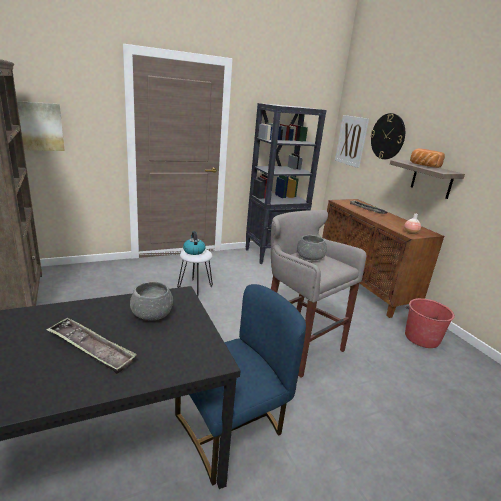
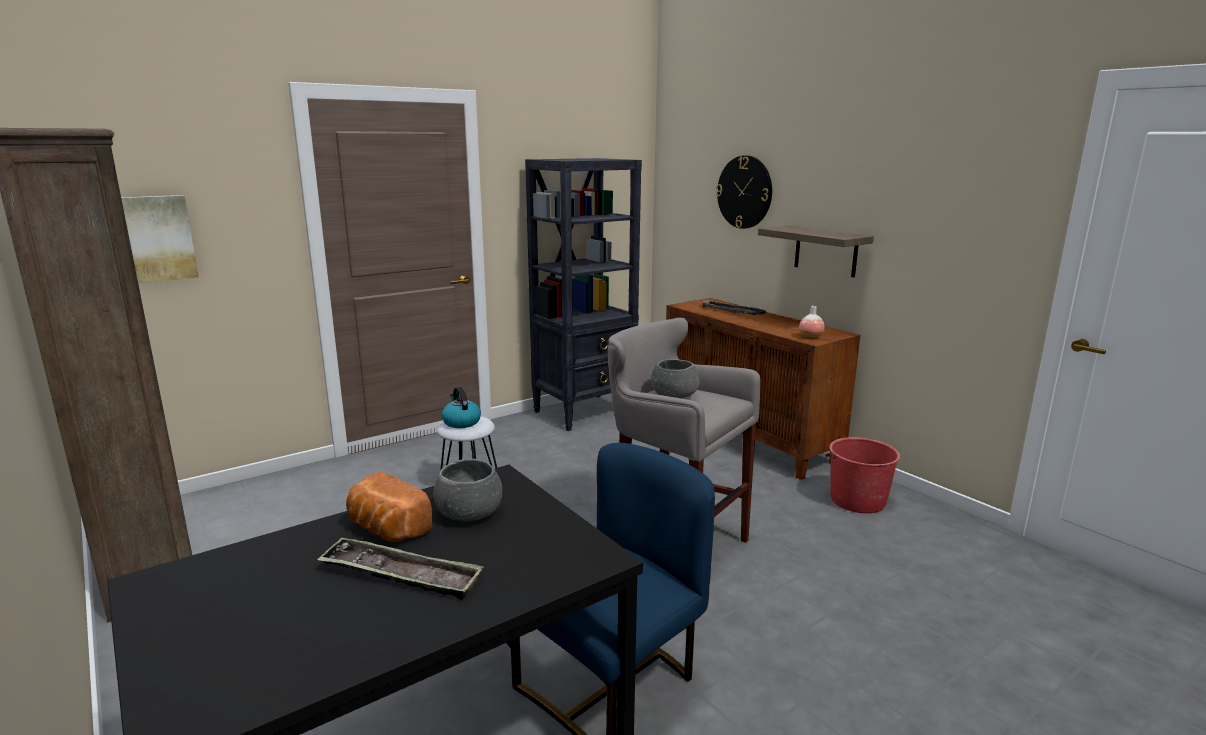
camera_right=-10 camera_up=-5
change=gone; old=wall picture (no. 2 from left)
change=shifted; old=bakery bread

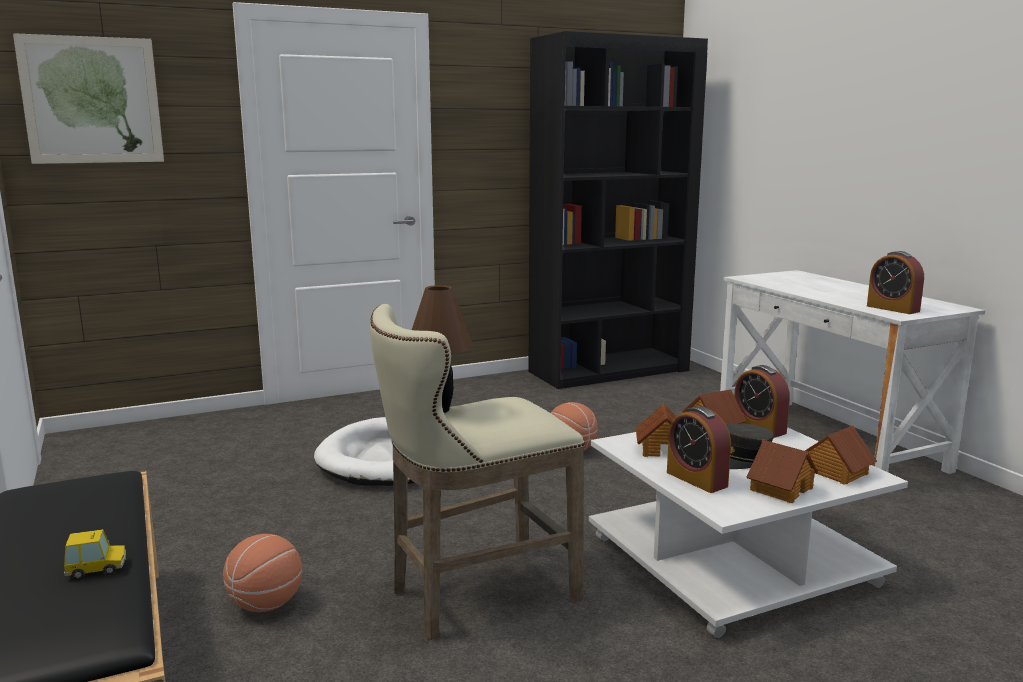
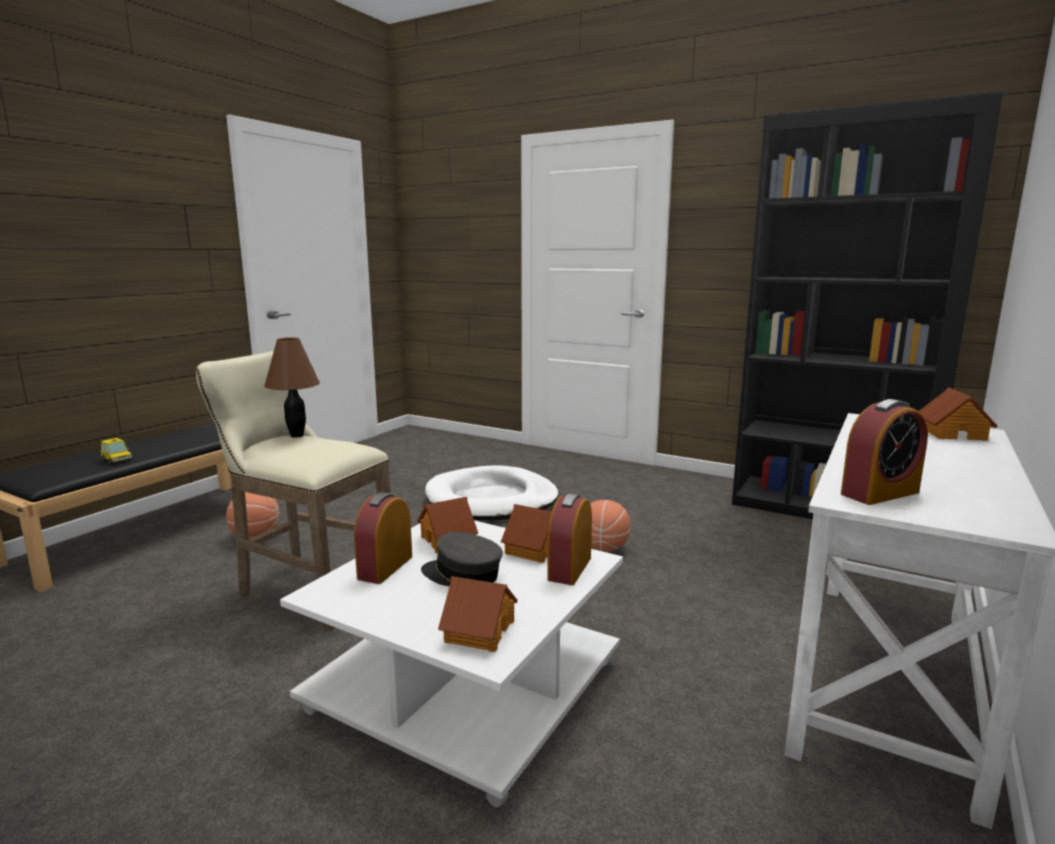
camera_right=55 camera_up=0
change=gone; old=wall picture
change=shifted; old=toy house (no. 3 from left in the first image); new=toy house (no. 4 from left)
change=rotated; old=alarm clock (no. 3 from left); degrees=-135

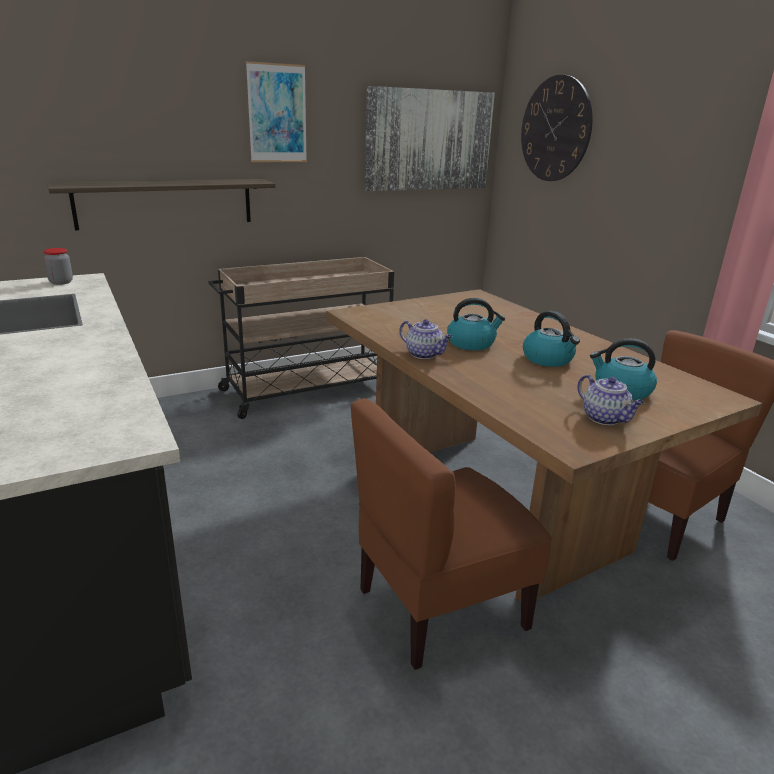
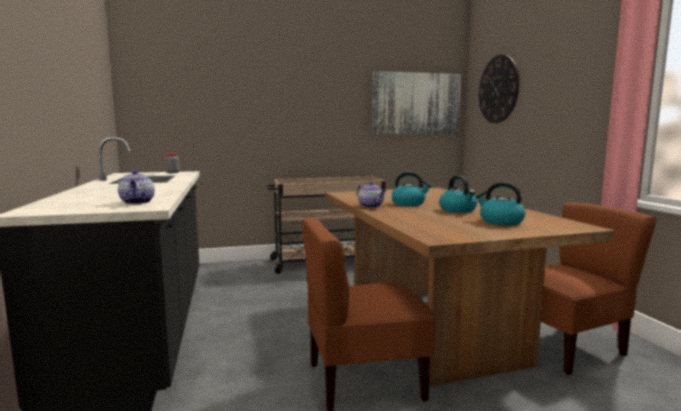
camera_right=15 camera_up=-15
change=gone; old=bracket shelf
change=gone; old=wall picture (no. 1 from left)
change=shifted; old=tea pot (no. 2 from left in the first image); new=tea pot (no. 1 from left)

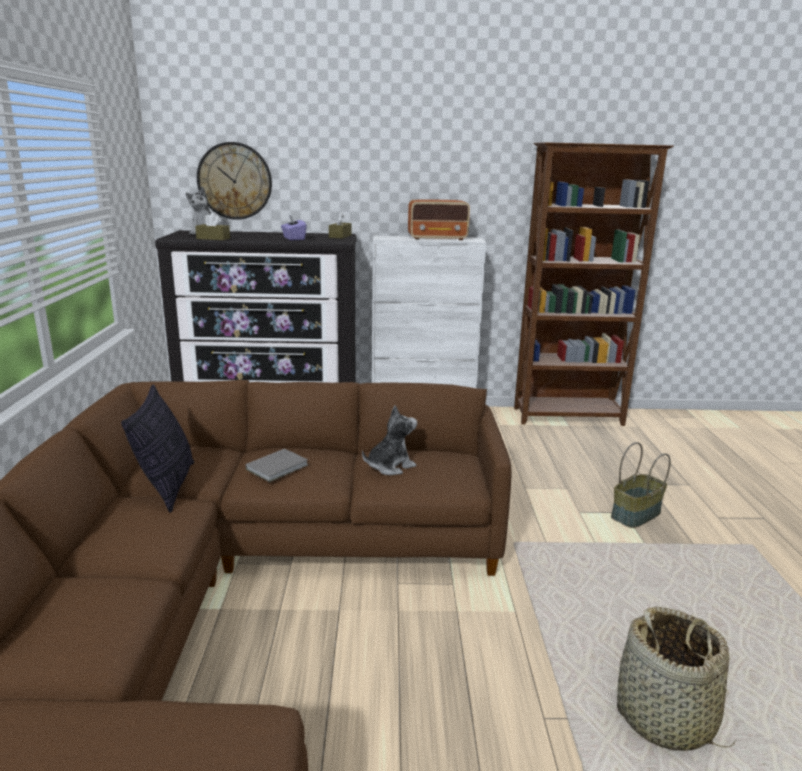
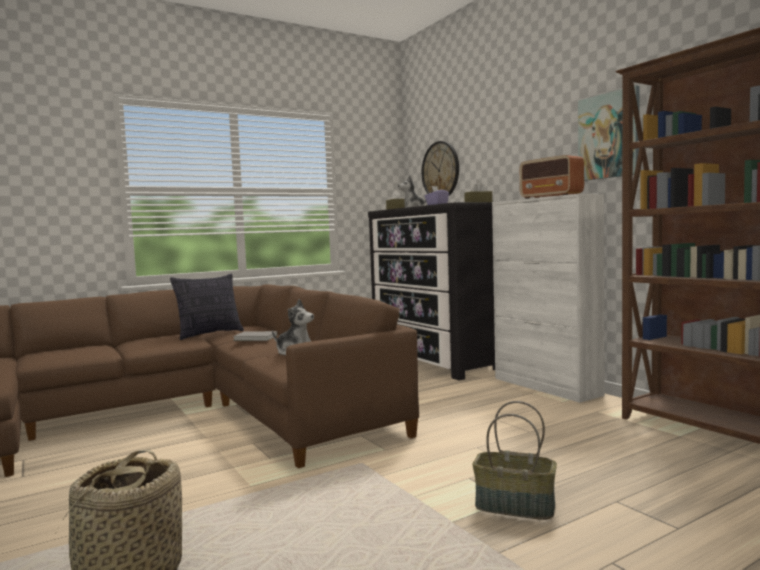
camera_right=60 camera_up=-15
change=new; new=wall picture

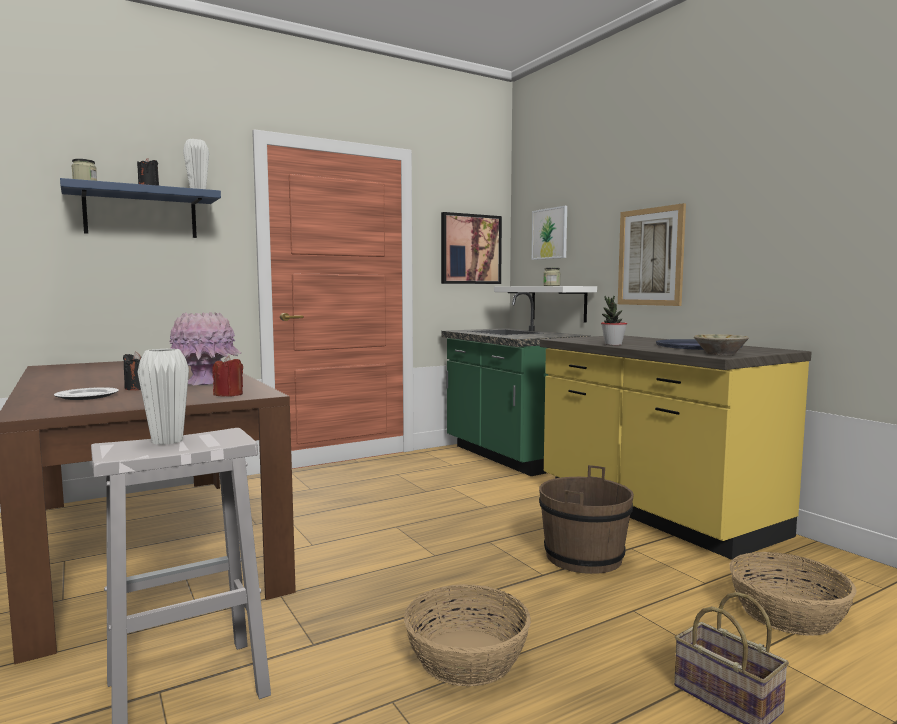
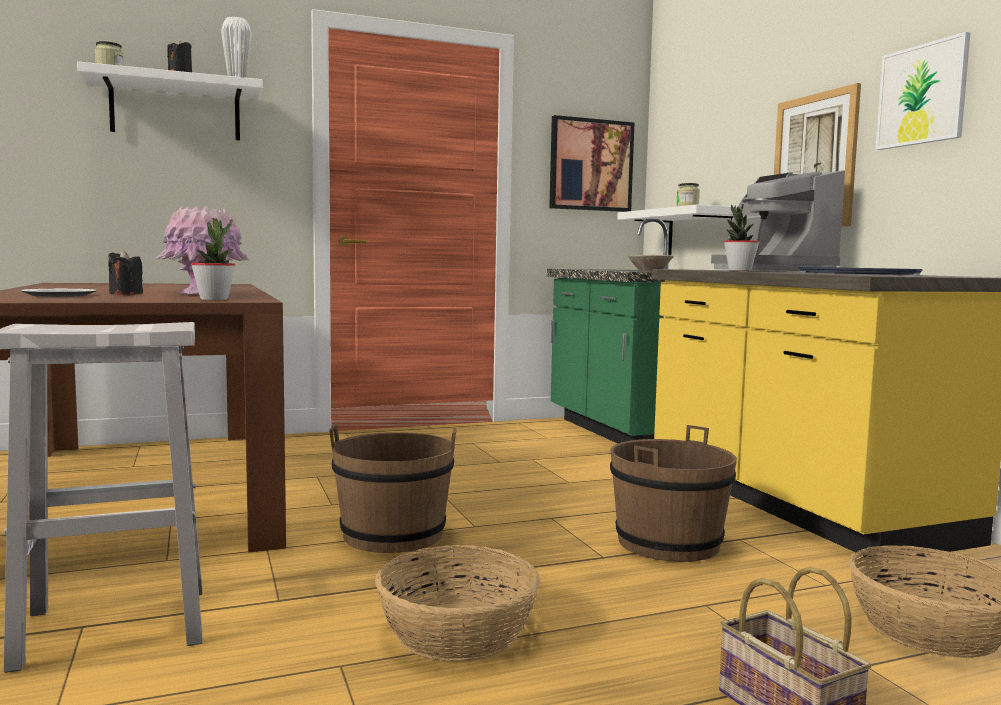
camera_right=10 camera_up=0
change=repainted; old=bracket shelf/blue; new=bracket shelf/white-coloured (no. 1 from left)
change=gone; old=decorative vase/white-coloured (no. 1 from left)
change=swapped; old=wax light/red-coloured; new=plant in a pot (no. 1 from left)
change=shifted; old=wall picture (no. 2 from left in the first image); new=wall picture (no. 3 from left)
change=shifted; old=bowl/beige
change=new; new=water bucket/brown-coloured (no. 1 from left)
change=new; new=coffee brewer

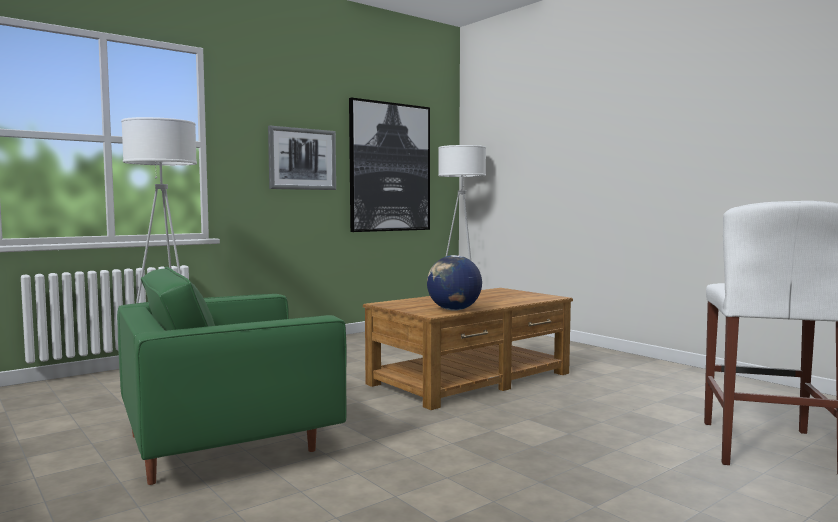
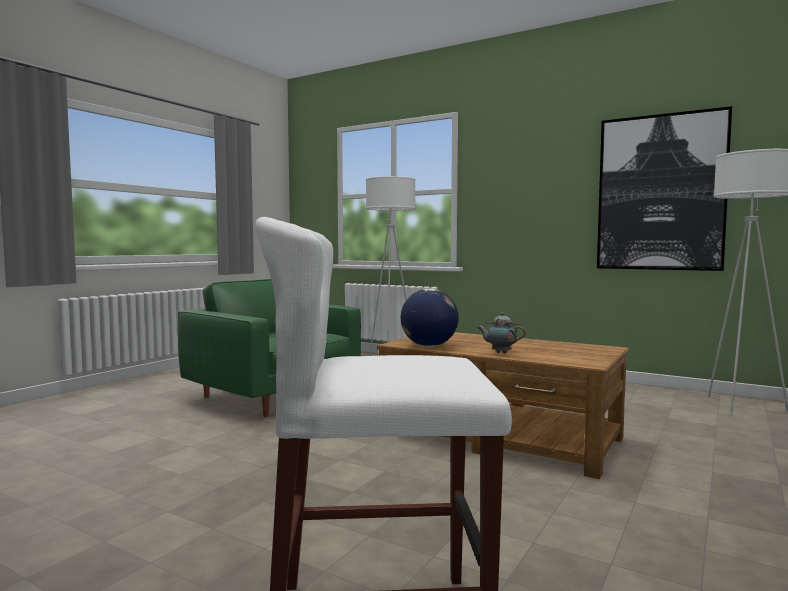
camera_right=70 camera_up=0
change=gone; old=wall picture (no. 1 from left)
change=new; new=tea pot

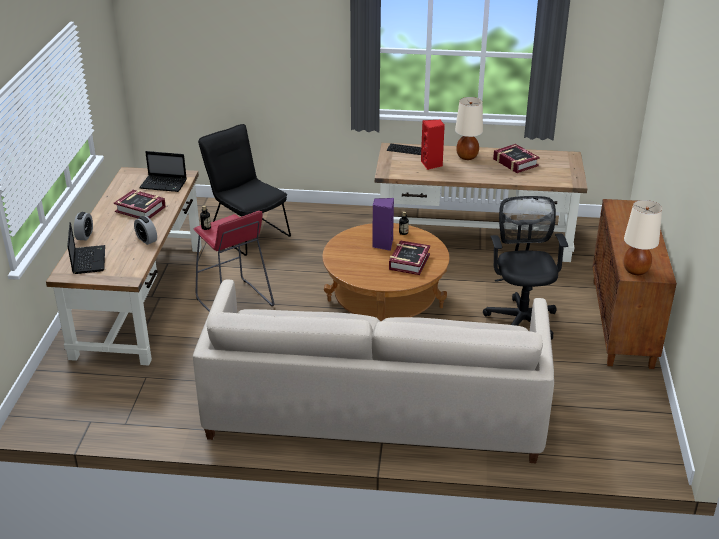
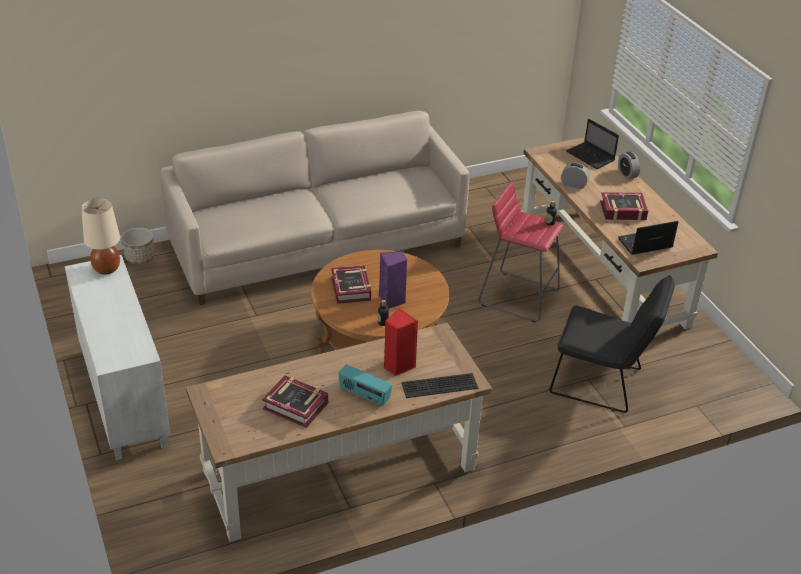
camera_right=150 camera_up=5
change=swapped; old=lamp for a table/beige (no. 1 from left); new=radio
change=gone; old=office chair/black
change=repainted; old=storage cabinet/brown-coloured; new=storage cabinet/white-coloured
change=new; new=plant pot

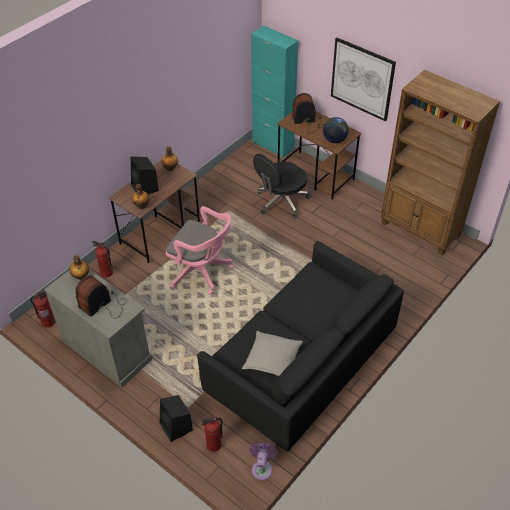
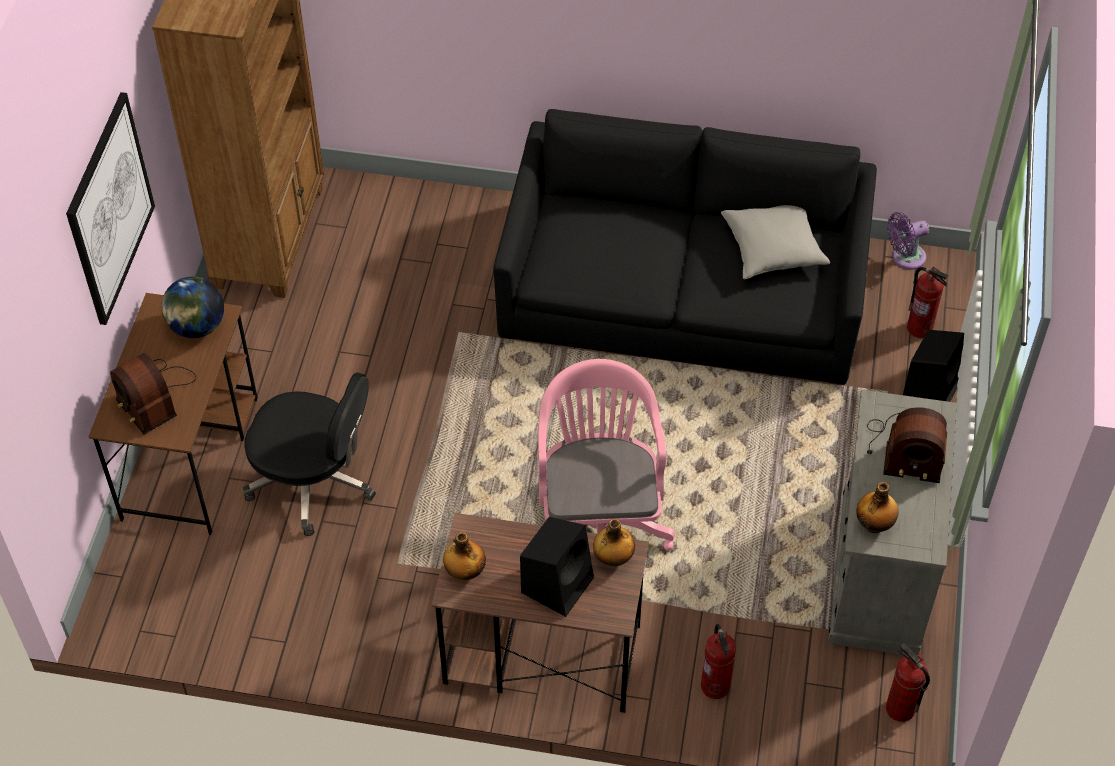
camera_right=-120 camera_up=5
change=gone; old=storage cabinet/turquoise-coloured

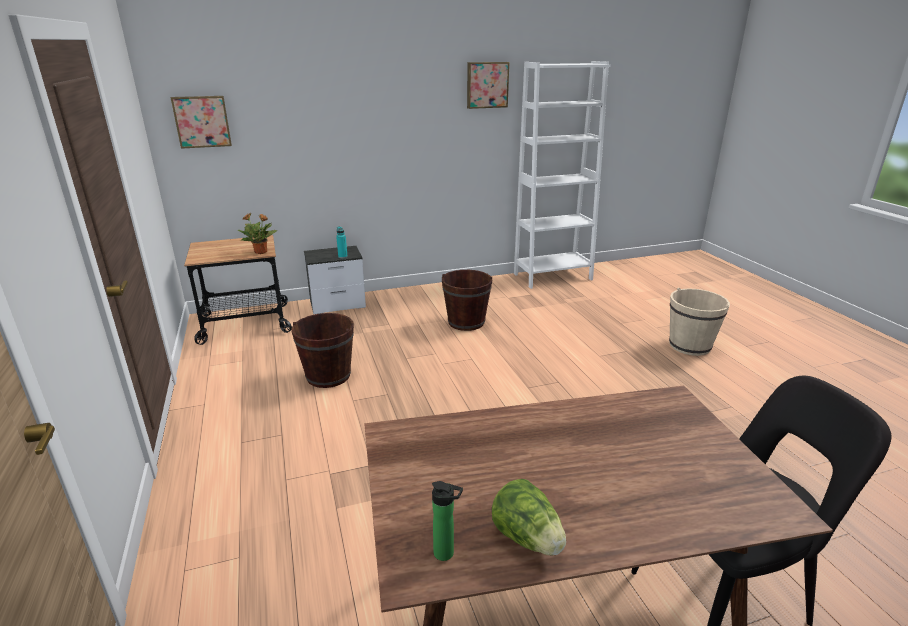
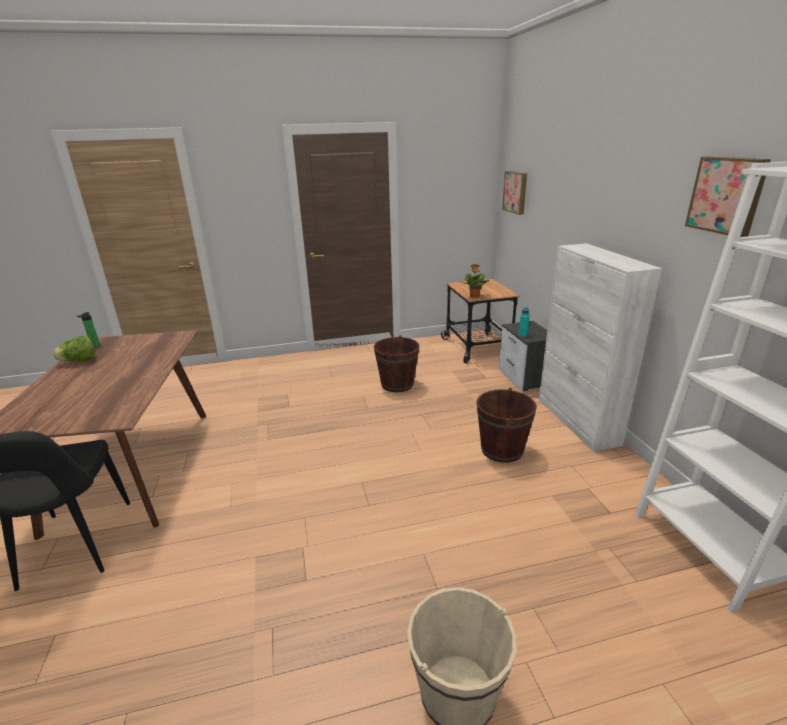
camera_right=95 camera_up=0
change=new; new=storage cabinet/white-coloured

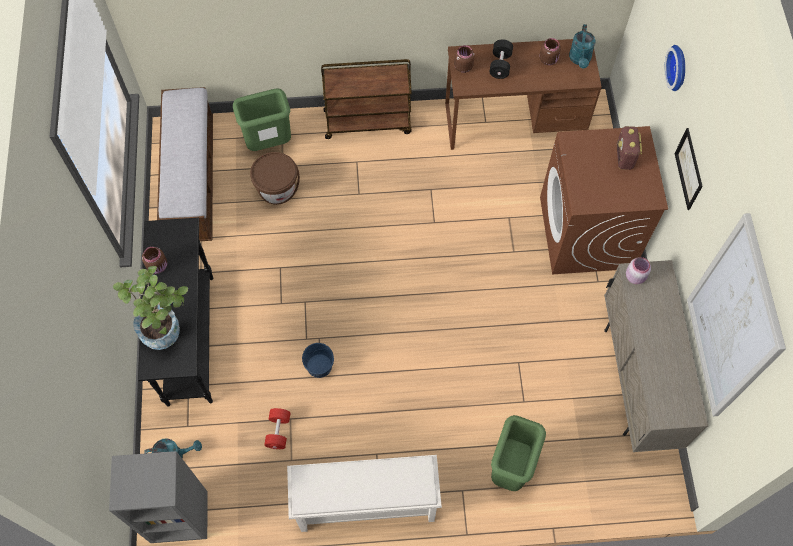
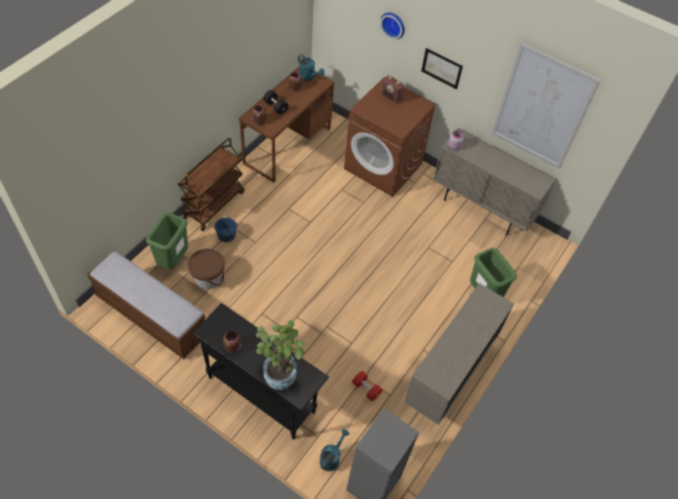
camera_right=-55 camera_up=-10
change=swapped; old=shoe rack/white-coloured; new=storage cabinet/beige (no. 1 from left)
change=shifted; old=water bucket/blue

